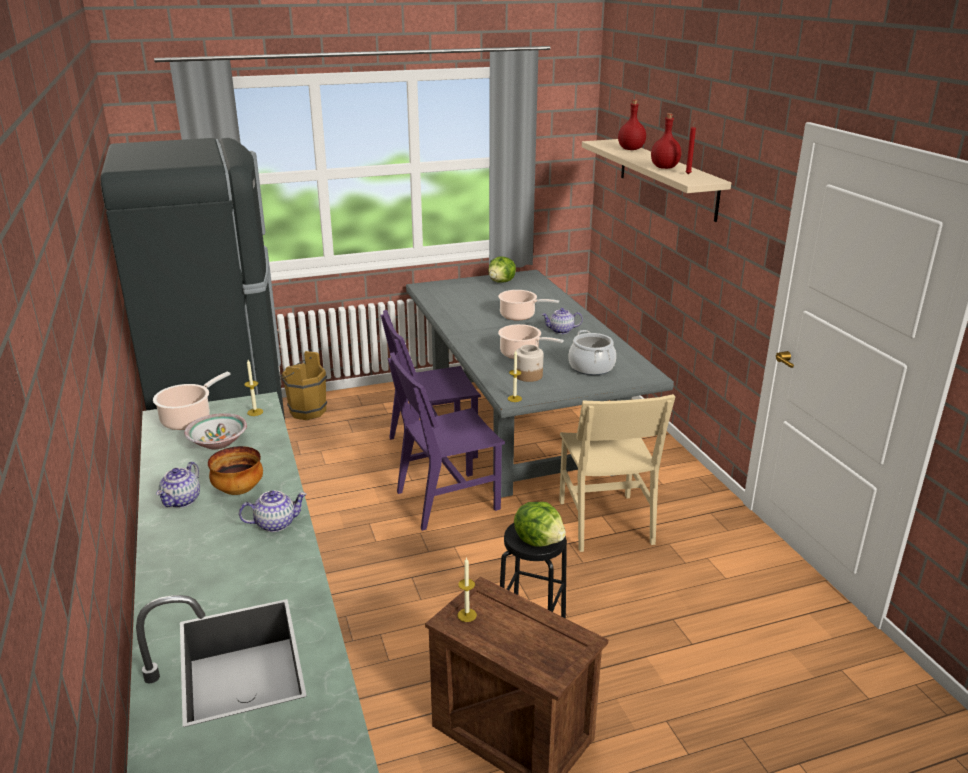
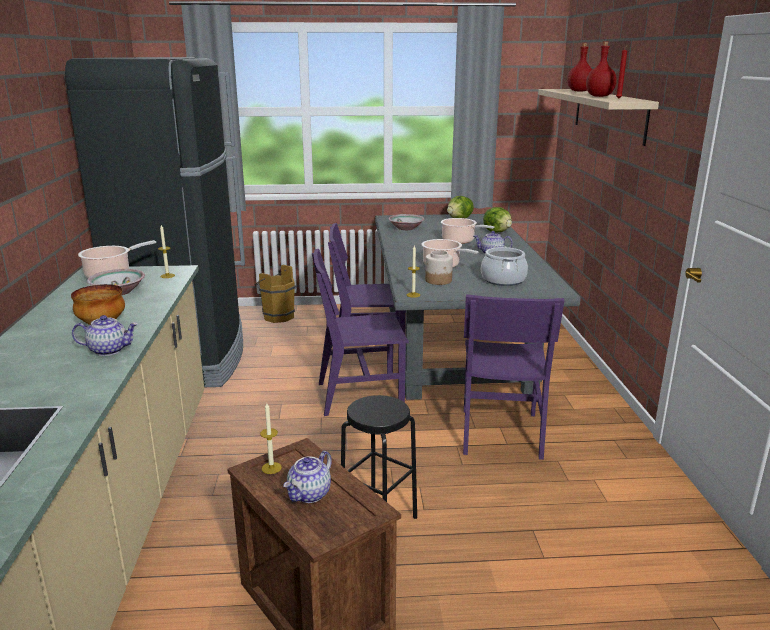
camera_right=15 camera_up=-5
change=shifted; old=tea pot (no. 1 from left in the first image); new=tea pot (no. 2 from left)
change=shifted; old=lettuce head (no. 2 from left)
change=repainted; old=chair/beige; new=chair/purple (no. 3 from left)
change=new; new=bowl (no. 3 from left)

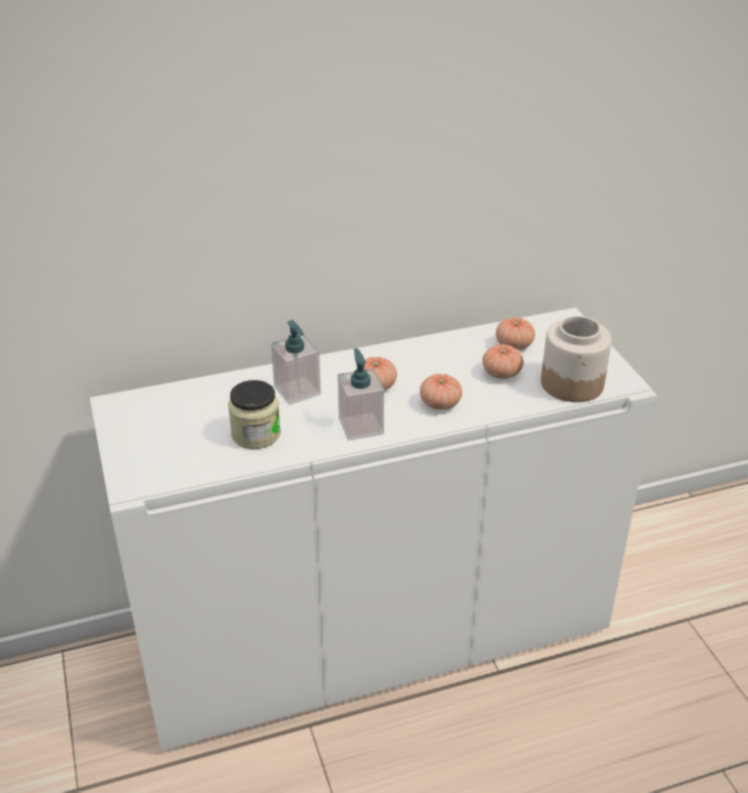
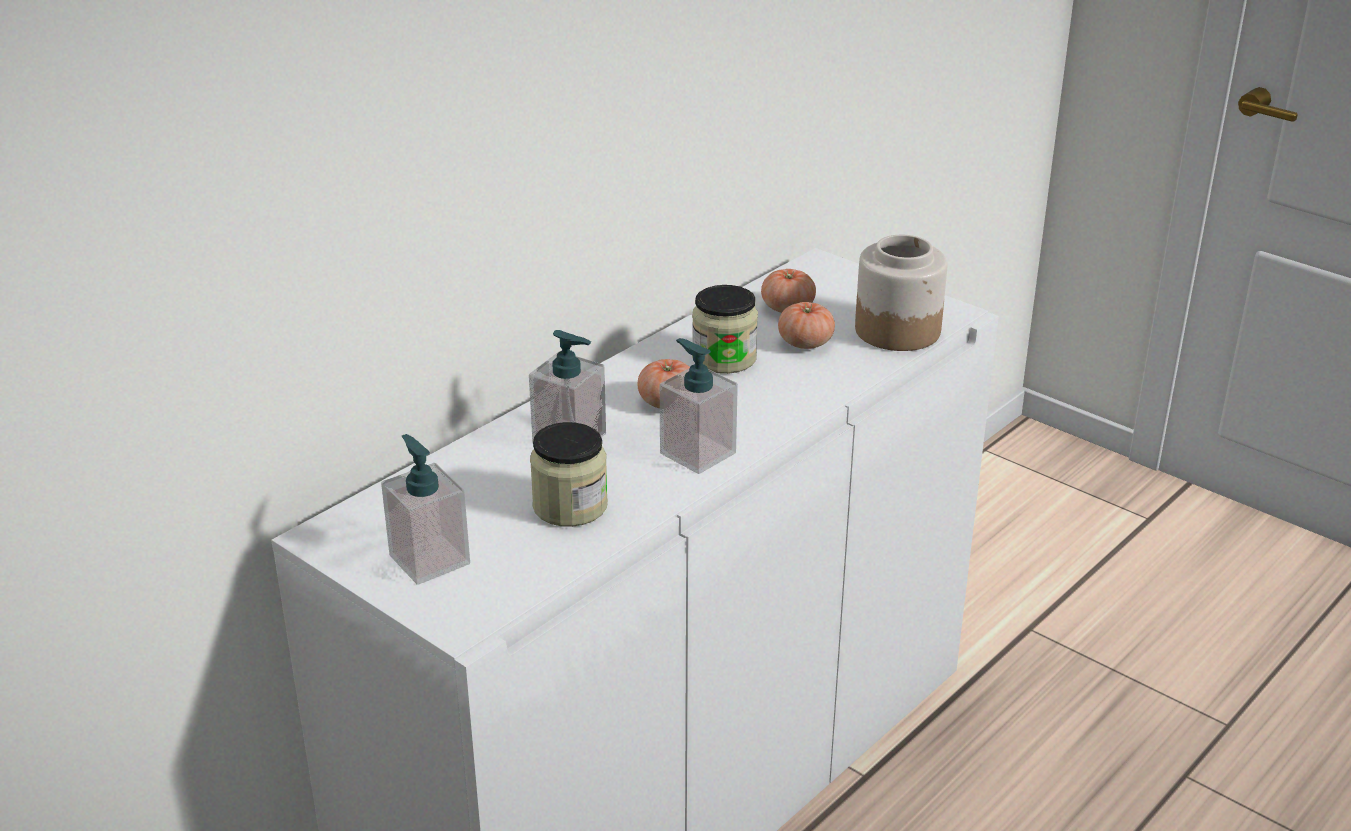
camera_right=-30 camera_up=-5
change=gone; old=tomato (no. 2 from left)
change=new; new=liquid soap bottle (no. 1 from left)
change=new; new=storage jar (no. 2 from left)

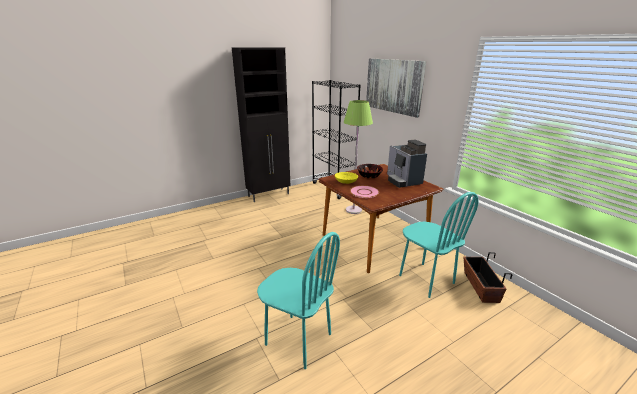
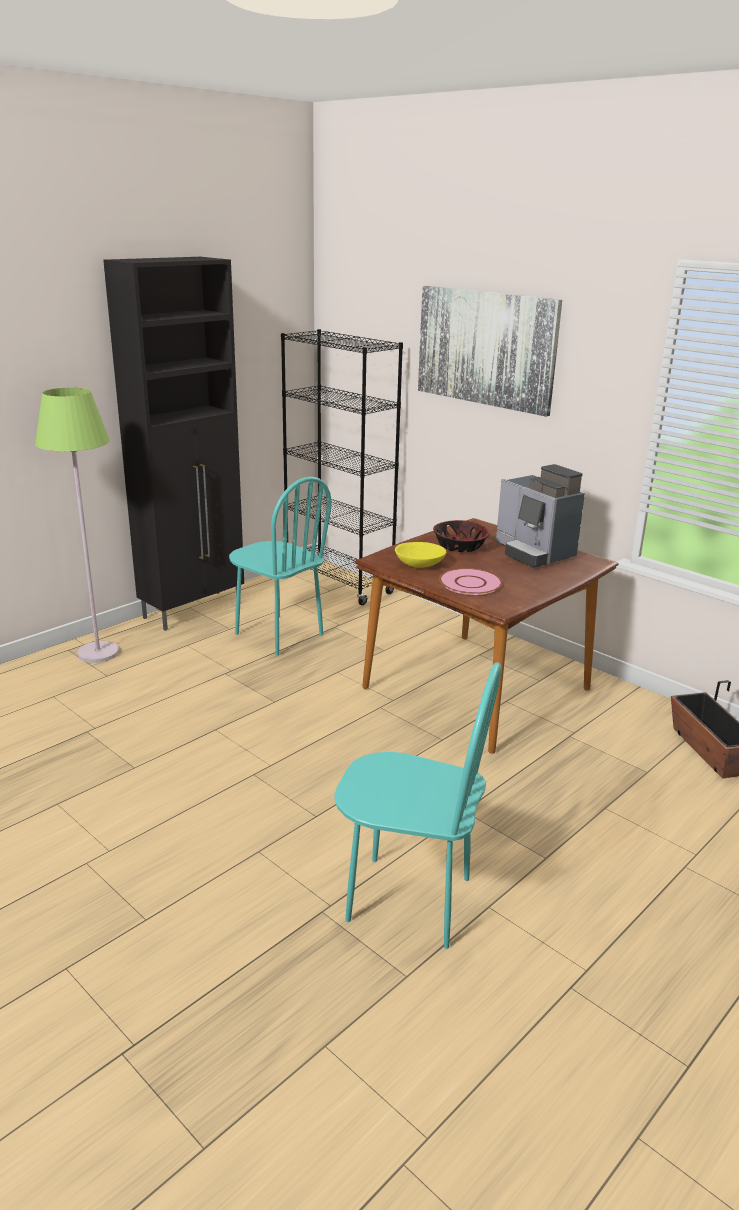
camera_right=-15 camera_up=0
change=shifted; old=floor lamp/green
change=shifted; old=chair/turquoise-coloured (no. 2 from left in the first image); new=chair/turquoise-coloured (no. 1 from left)

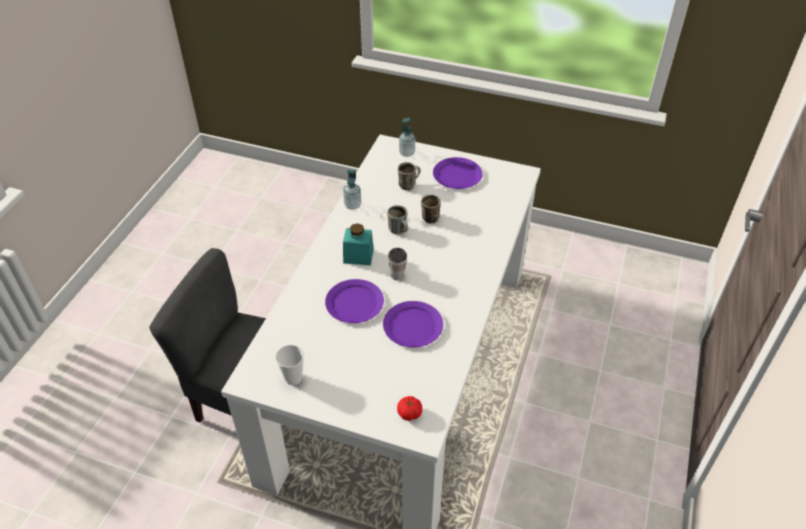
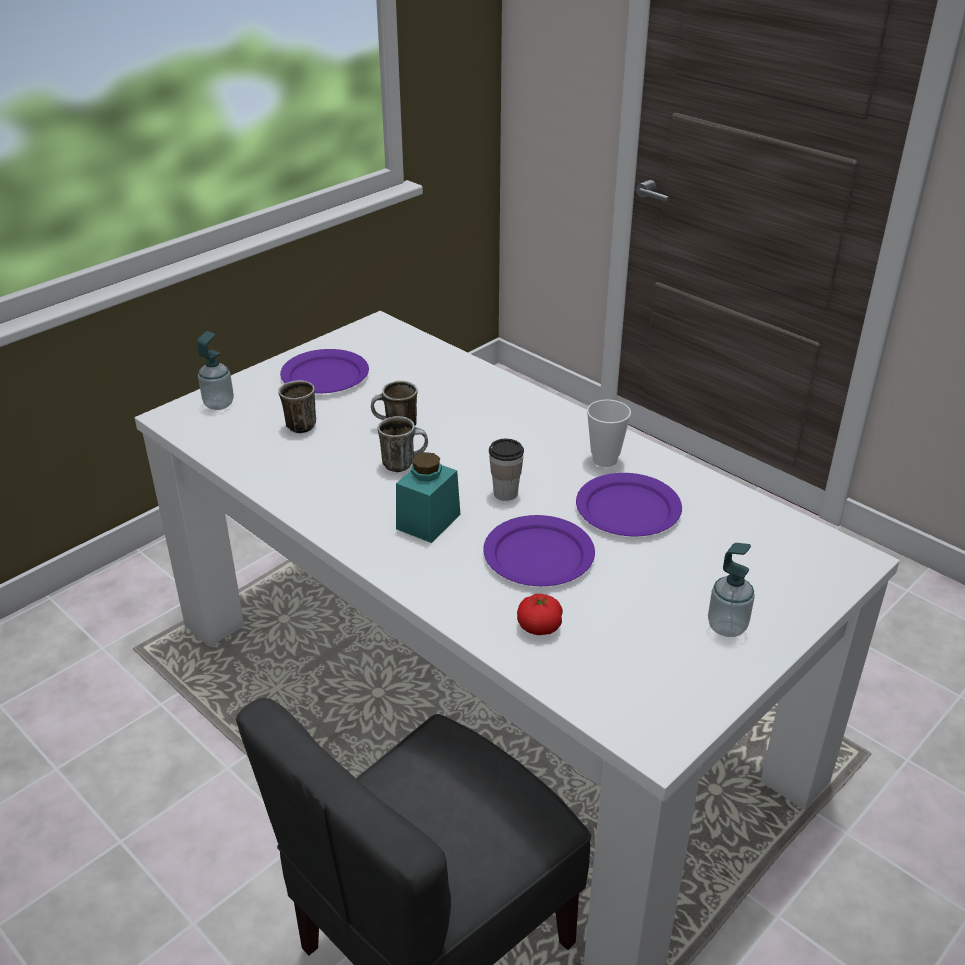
camera_right=-65 camera_up=-10
change=shifted; old=small cup (no. 1 from left in the first image); new=small cup (no. 2 from left)
change=shifted; old=liquid soap bottle (no. 1 from left in the first image); new=liquid soap bottle (no. 2 from left)
change=shifted; old=tomato

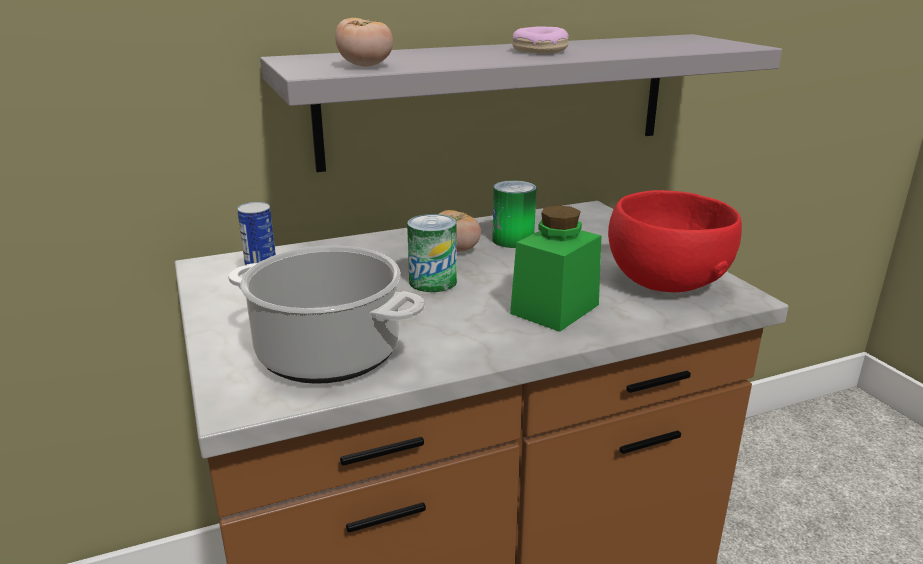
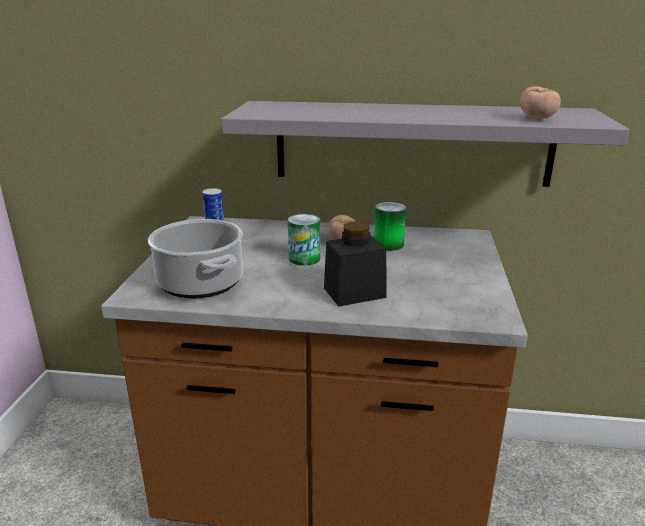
camera_right=30 camera_up=0
change=shifted; old=tomato (no. 1 from left in the first image); new=tomato (no. 2 from left)
change=repainted; old=storage jar/green; new=storage jar/black
change=gone; old=ring doughnut
change=gone; old=bowl/red-coloured

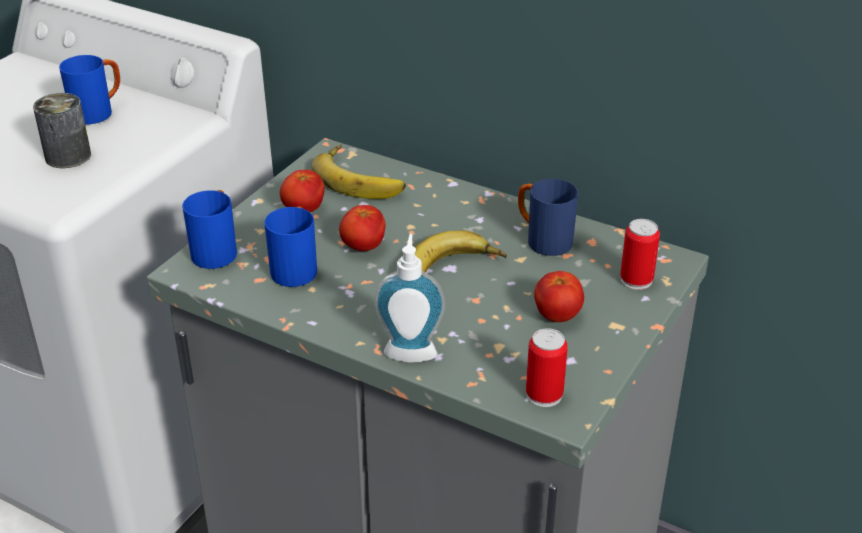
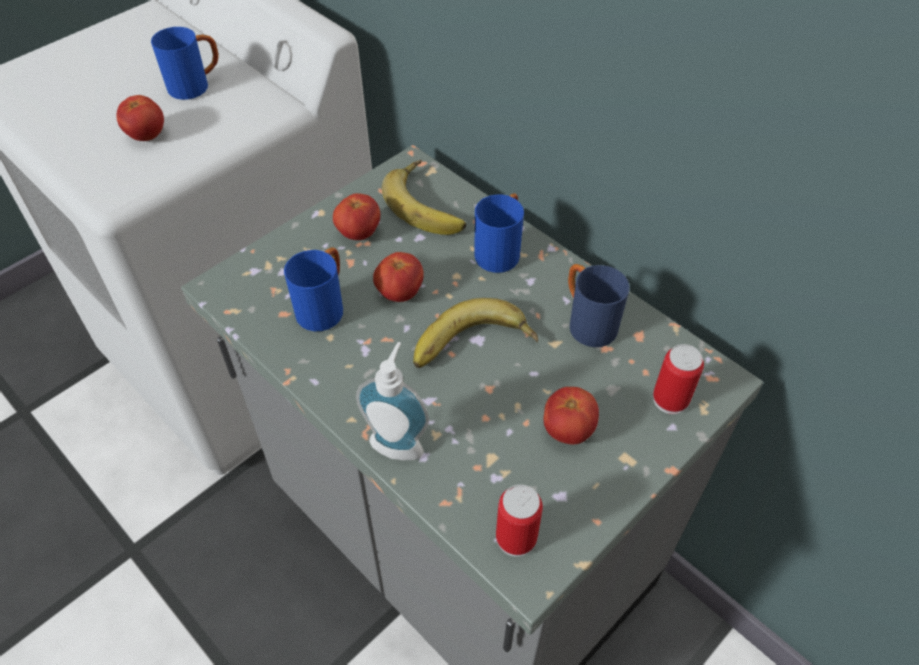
camera_right=15 camera_up=15
change=swapped; old=sealed can (no. 1 from left); new=tomato (no. 1 from left)
change=shifted; old=mug/blue (no. 2 from left in the first image); new=mug/blue (no. 3 from left)

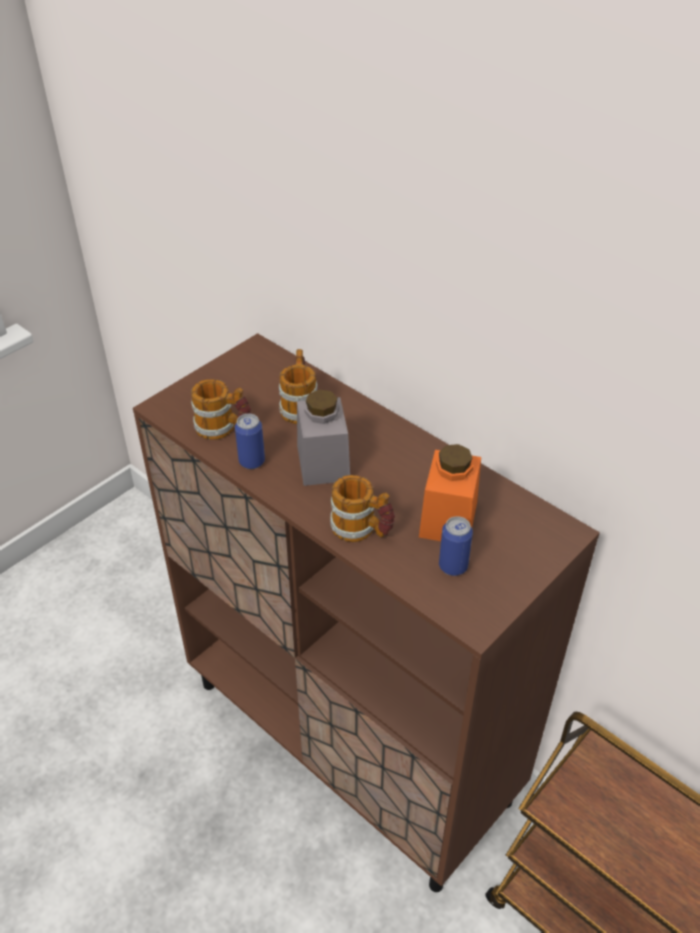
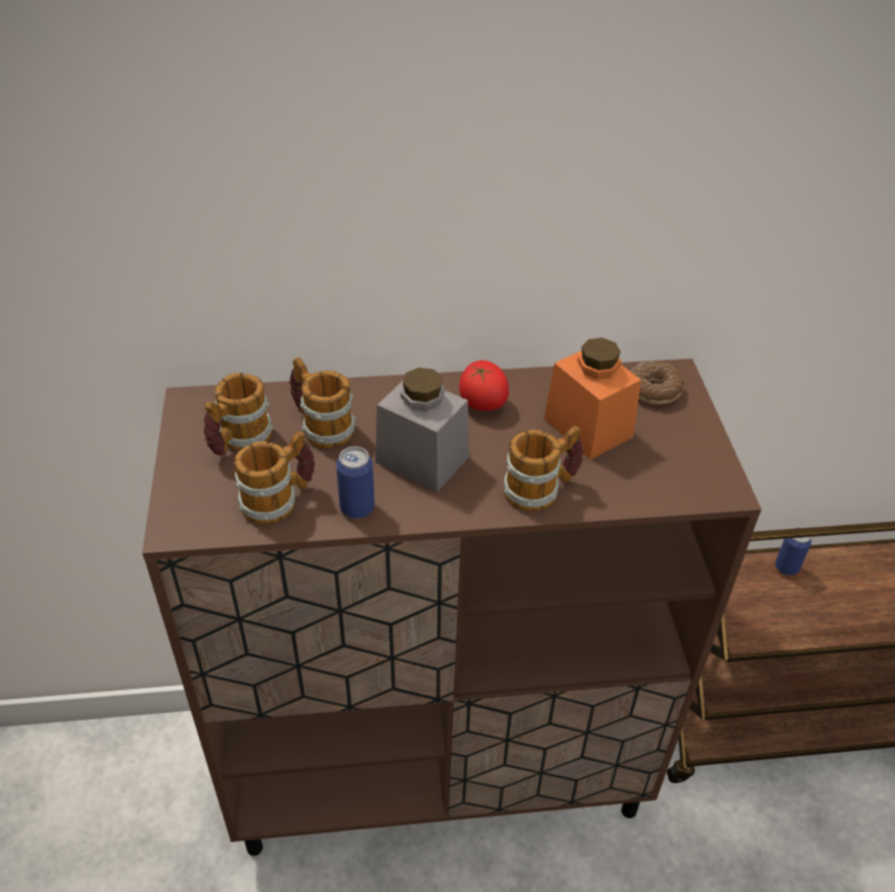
camera_right=-50 camera_up=0
change=shifted; old=sealed can (no. 2 from left)
change=new; new=mug (no. 1 from left)
change=new; new=tomato
change=new; new=ring doughnut

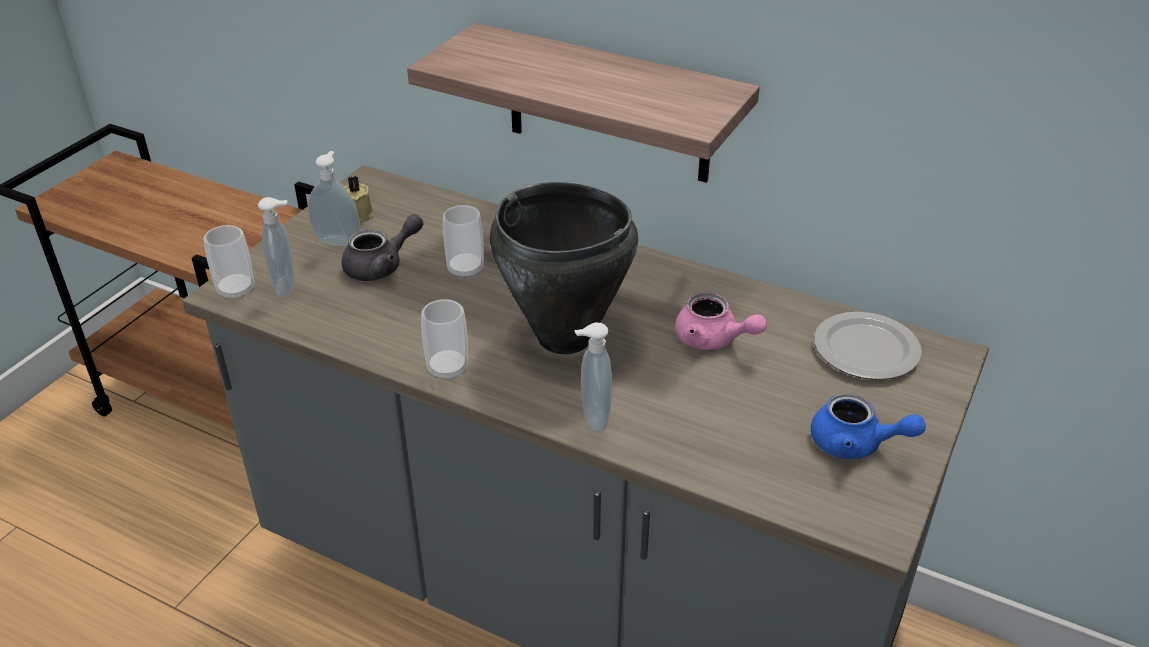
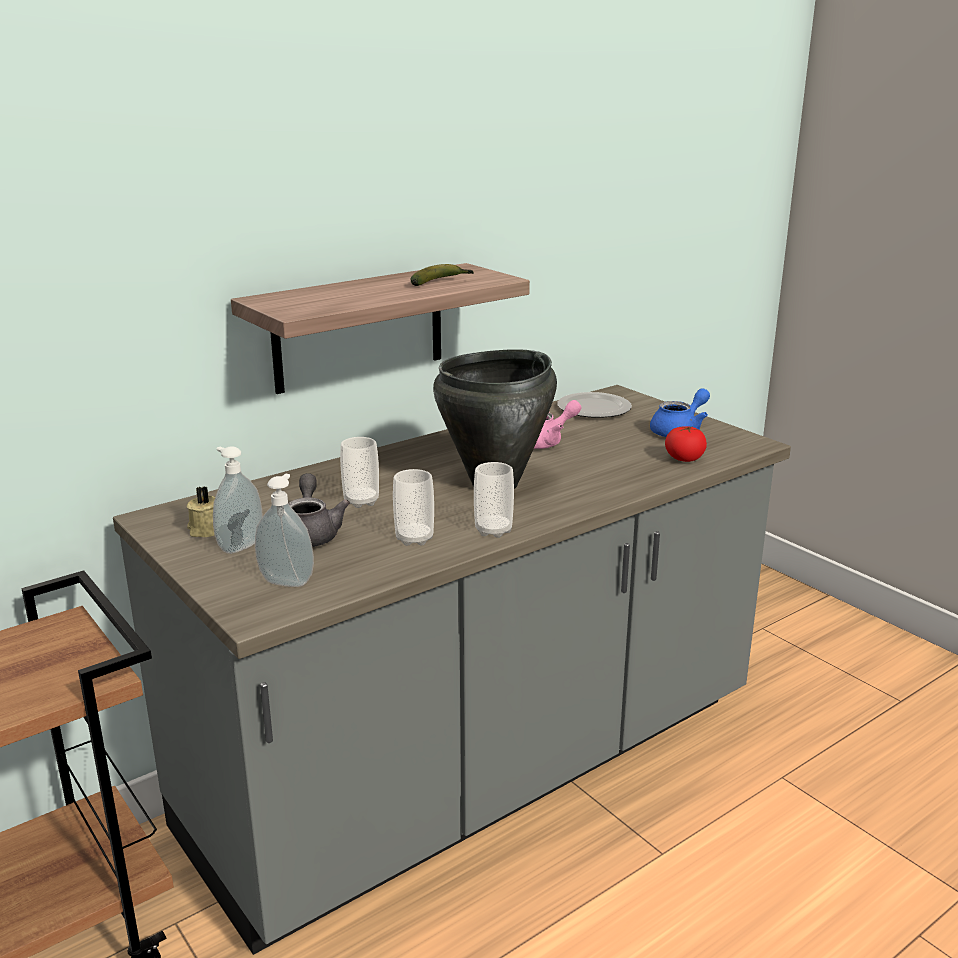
camera_right=-65 camera_up=-15
change=shifted; old=small cup (no. 1 from left in the first image); new=small cup (no. 2 from left)
change=gone; old=liquid soap bottle (no. 3 from left)
change=new; new=banana fruit
change=new; new=tomato

